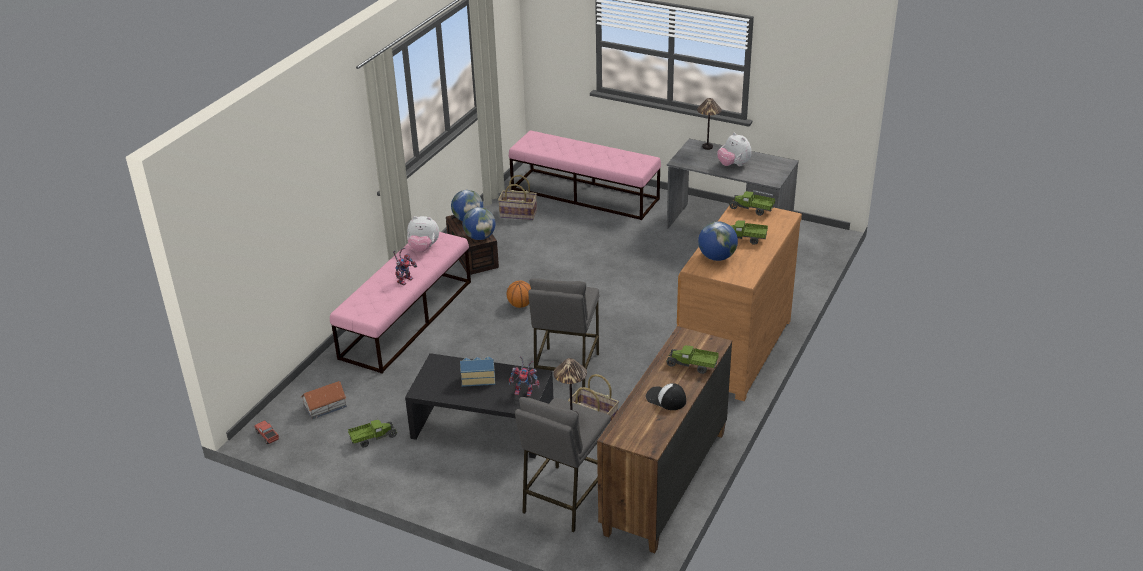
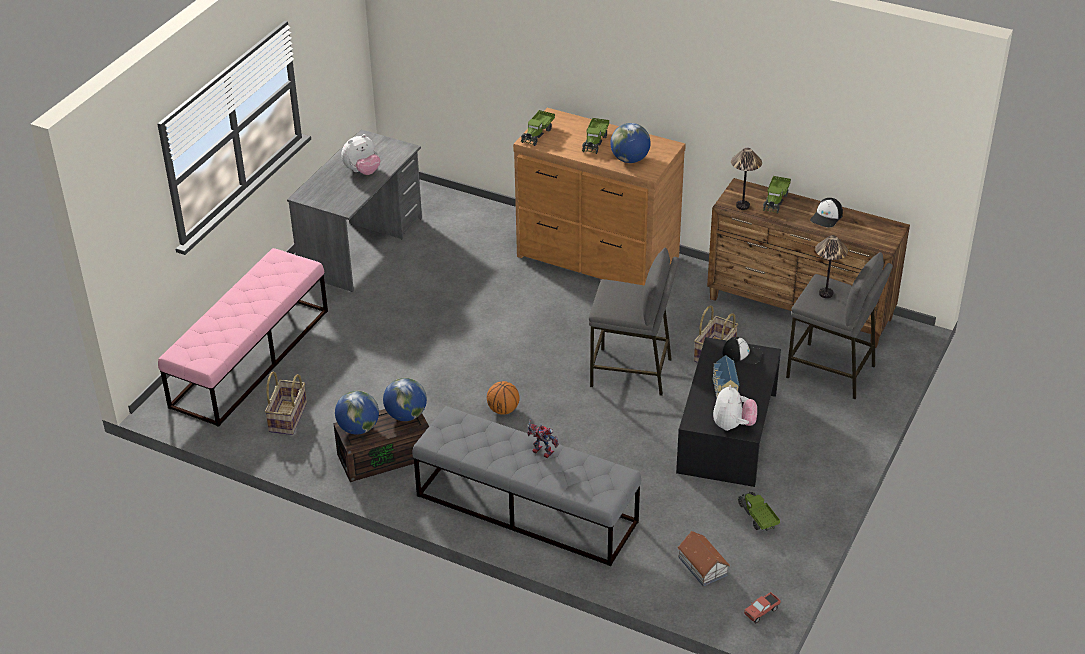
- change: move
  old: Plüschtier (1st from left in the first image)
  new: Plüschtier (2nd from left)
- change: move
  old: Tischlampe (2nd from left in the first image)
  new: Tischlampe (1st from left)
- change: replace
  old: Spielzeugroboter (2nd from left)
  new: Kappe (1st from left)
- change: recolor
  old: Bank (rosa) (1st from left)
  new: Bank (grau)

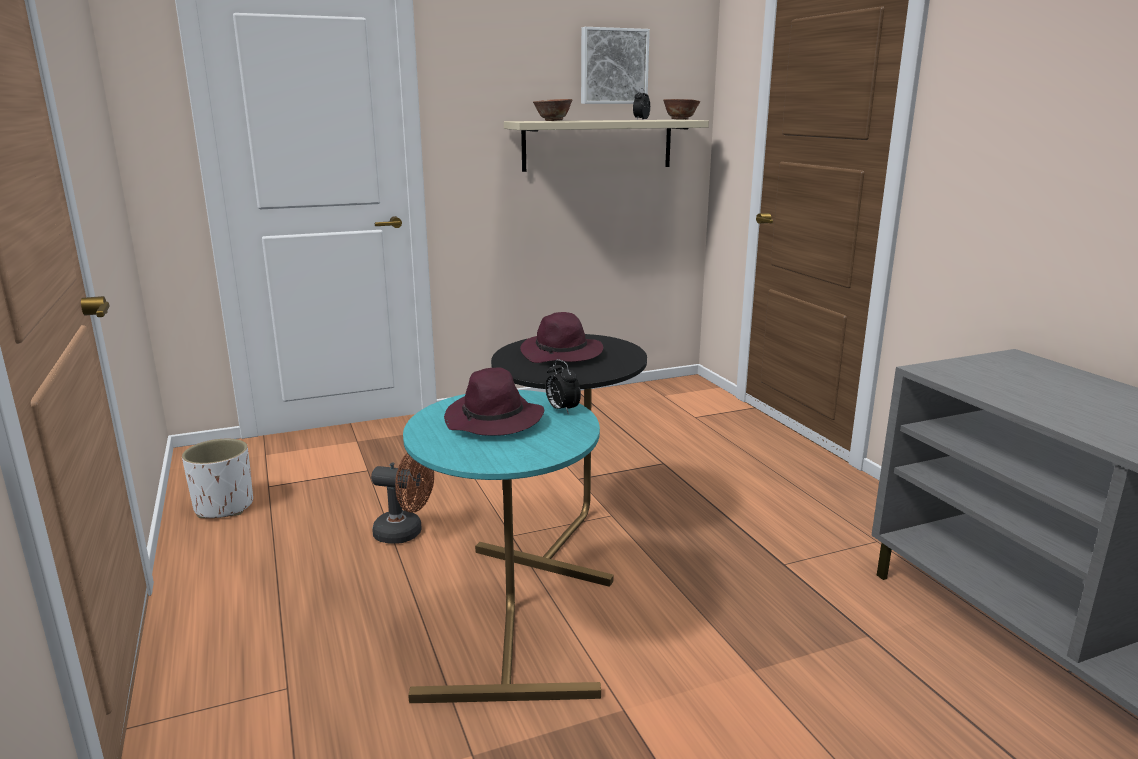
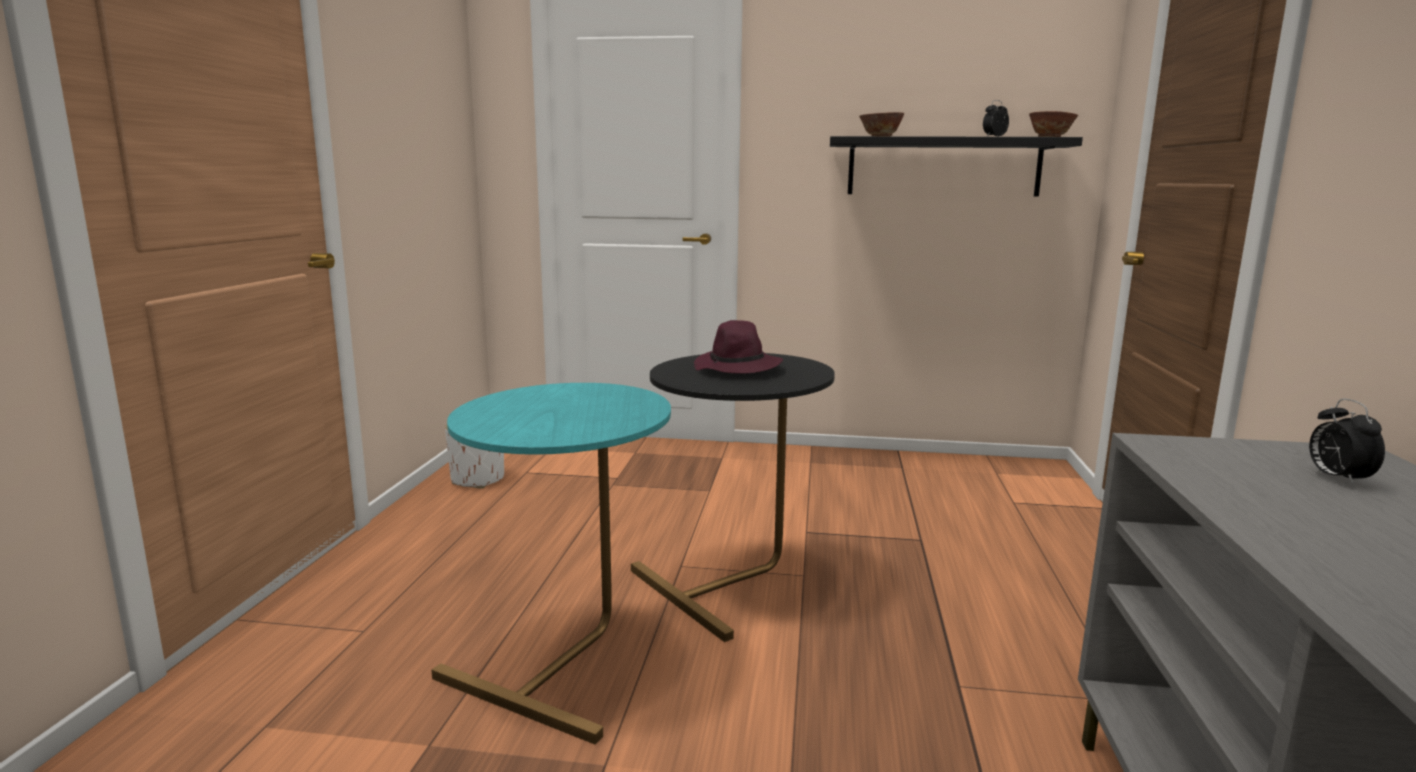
- change: delete
  old: Ventilator (braun)
- change: delete
  old: Hut (lila) (1st from left)
- change: delete
  old: Bild
- change: move
  old: Wecker (1st from left in the first image)
  new: Wecker (2nd from left)
- change: recolor
  old: Wandregal (beige)
  new: Wandregal (schwarz)

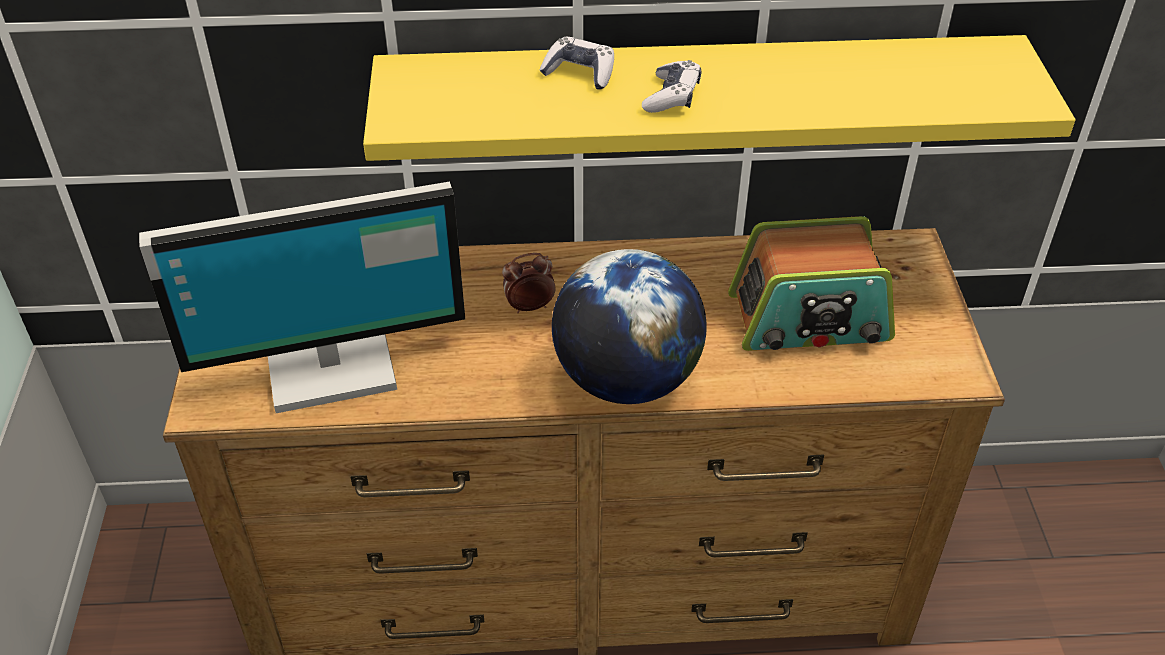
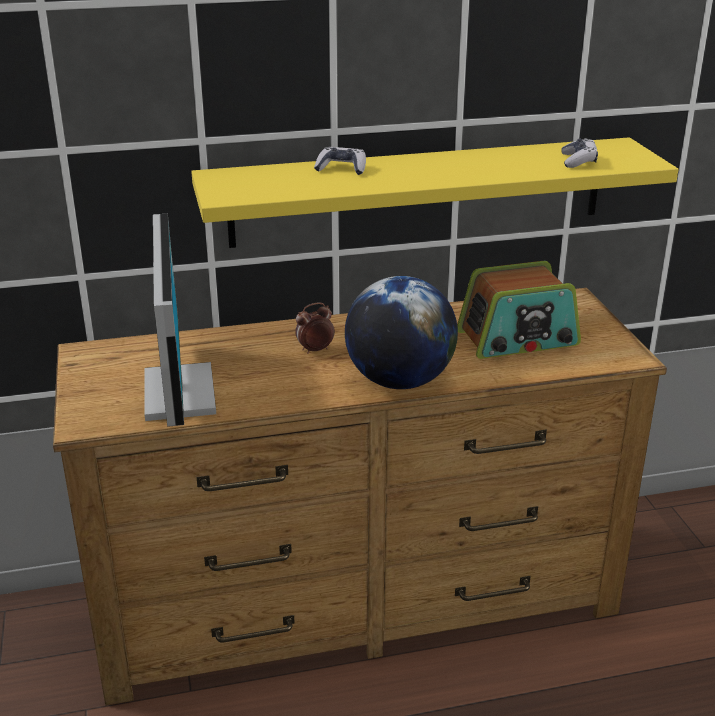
- change: move
  old: Gamepad (2nd from left)
- change: rotate
  old: Monitor
  degrees: -75

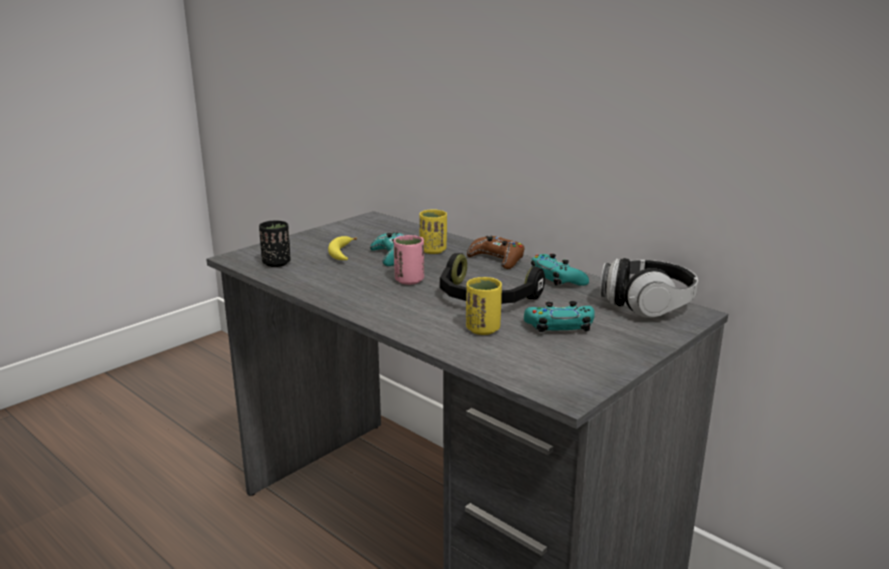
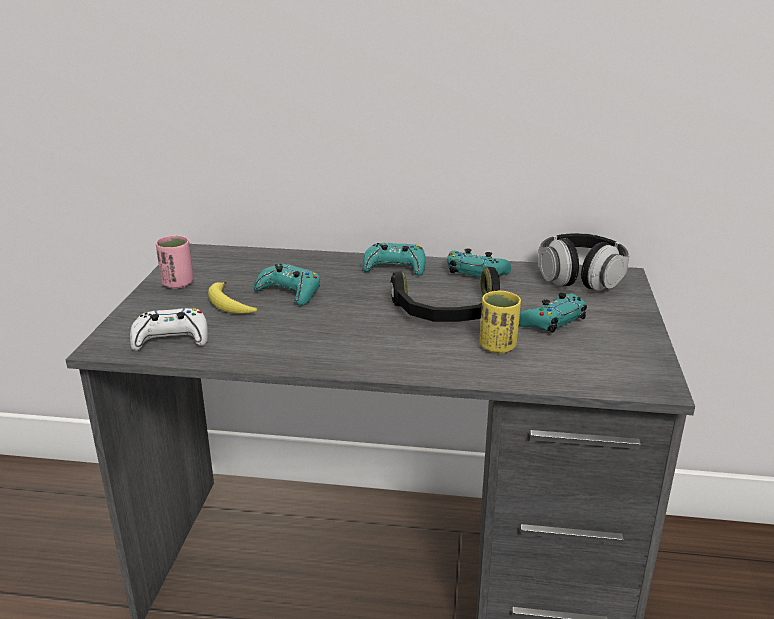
- change: delete
  old: Tasse (gelb) (1st from left)
- change: move
  old: Tasse (rosa)
- change: replace
  old: Tasse (schwarz)
  new: Gamepad (weiß)
- change: recolor
  old: Gamepad (braun)
  new: Gamepad (türkis) (2nd from left)

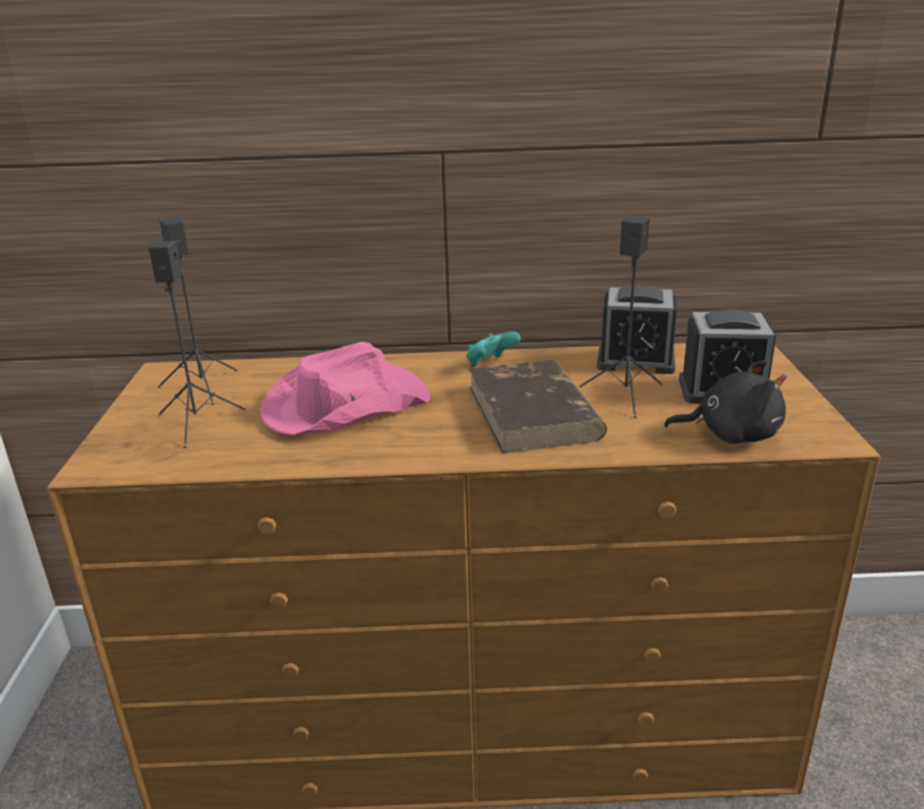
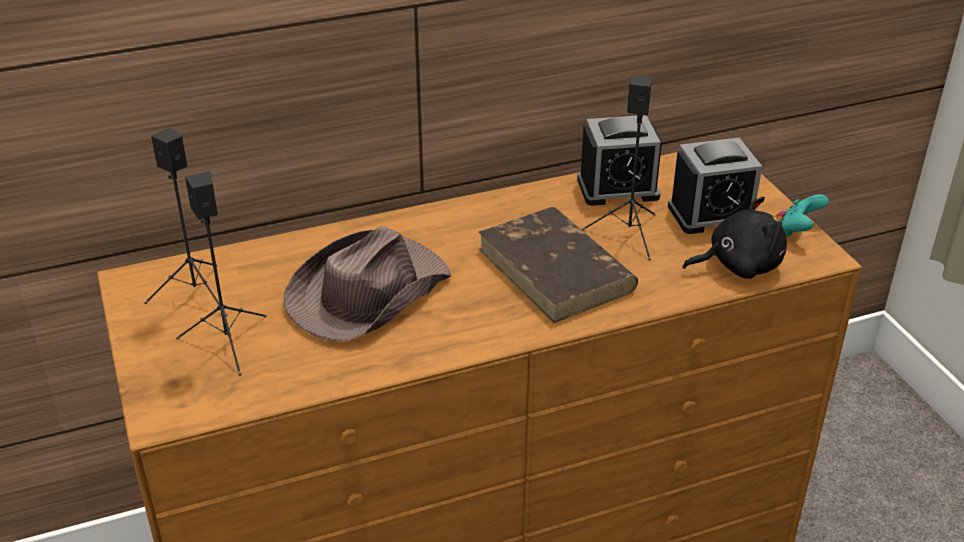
- change: move
  old: Gamepad (türkis)
- change: recolor
  old: Hut (rosa)
  new: Hut (braun)

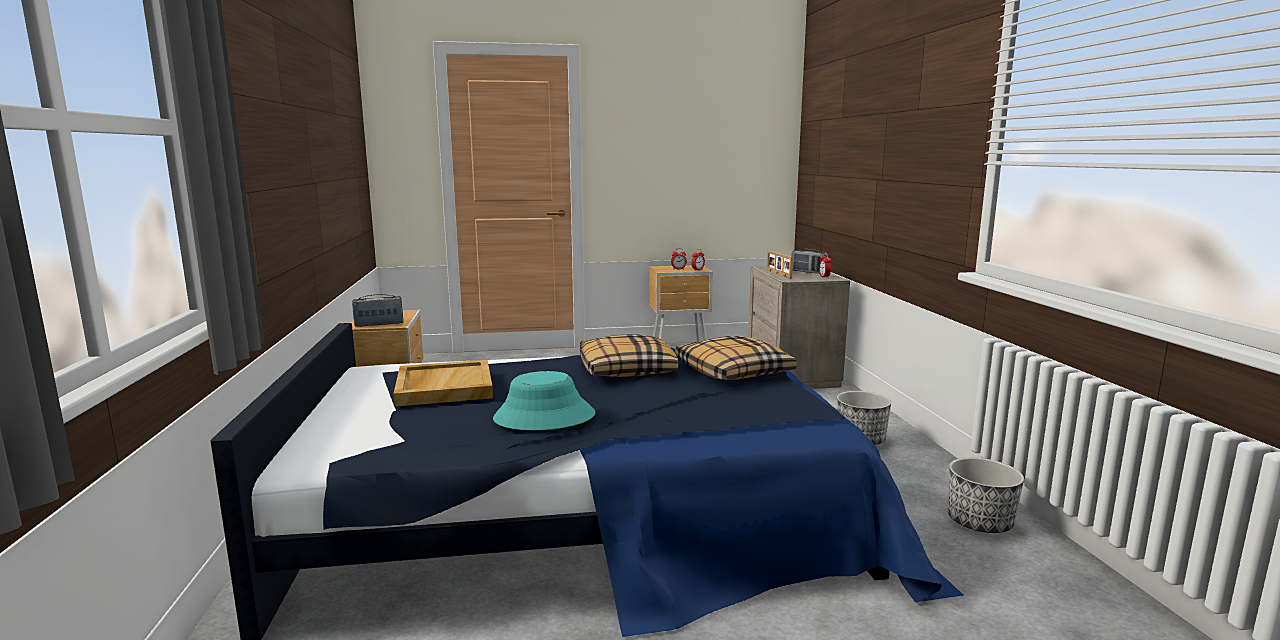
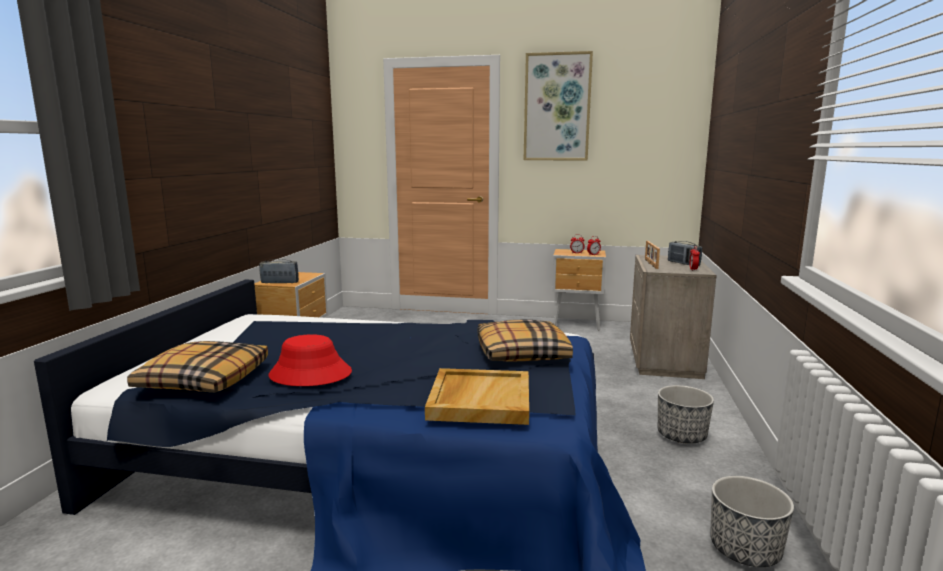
- change: insert
  new: Bild
- change: move
  old: Tablett (beige)
- change: move
  old: Kissen (1st from left)
- change: recolor
  old: Hut (türkis)
  new: Hut (rot)

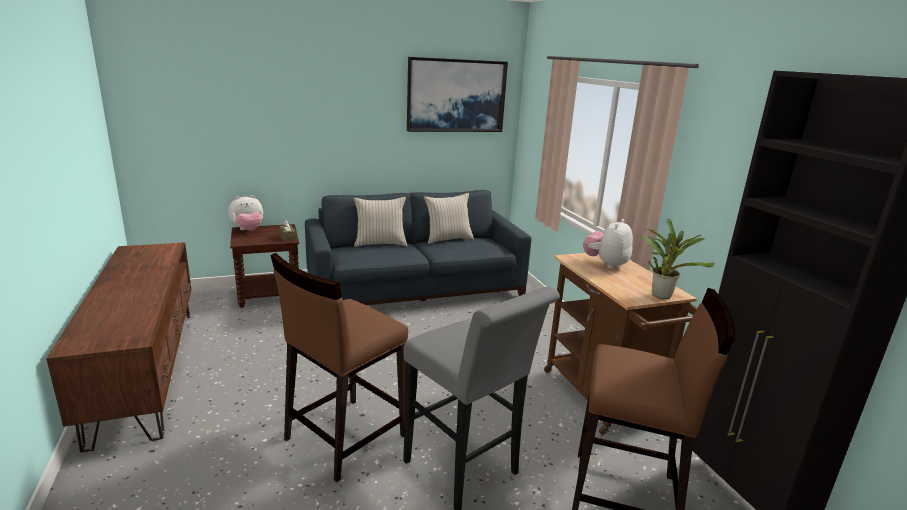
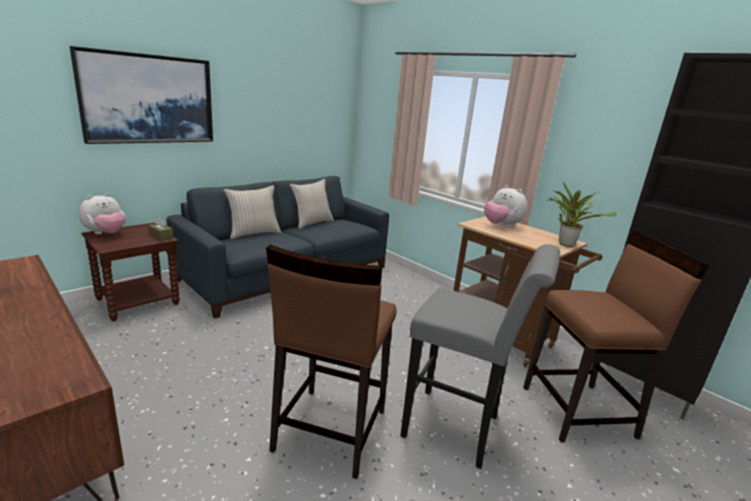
- change: move
  old: Bild
- change: rotate
  old: Plüschtier (2nd from left)
  degrees: -45

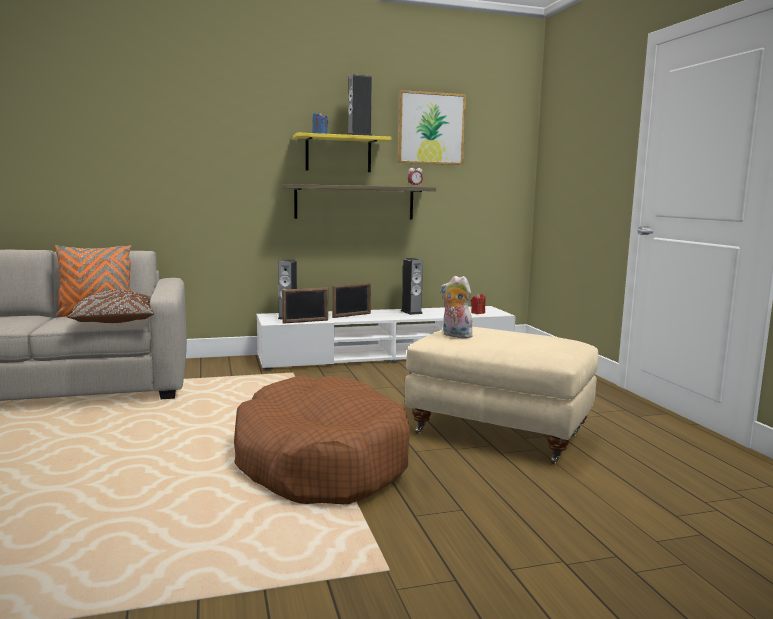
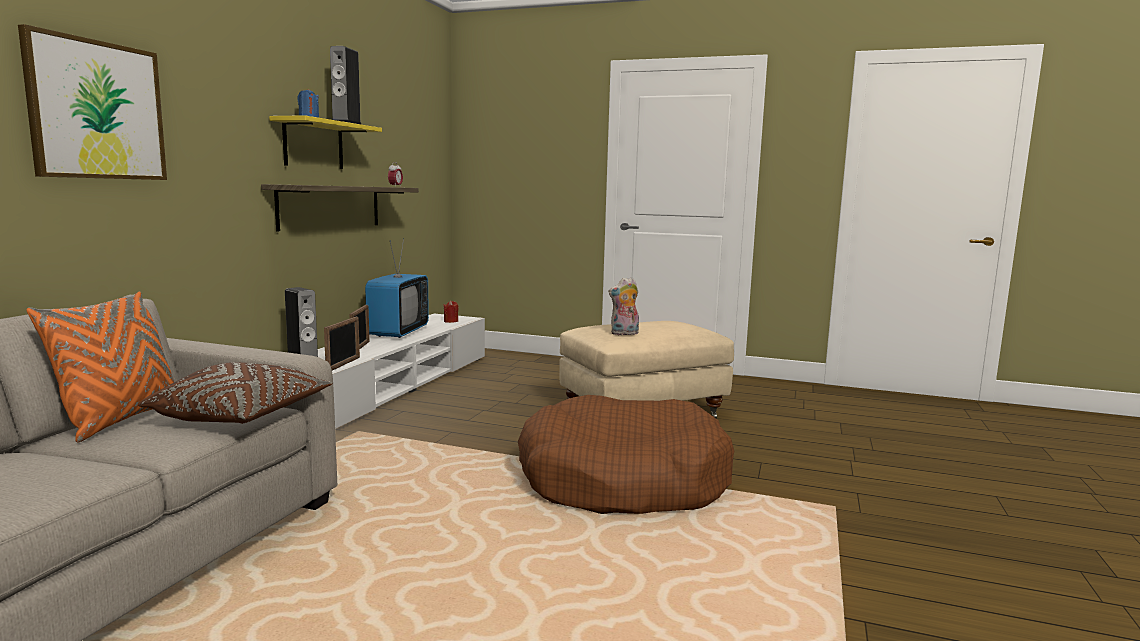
- change: move
  old: Bild
- change: replace
  old: Lautsprecher (3rd from left)
  new: Fernseher

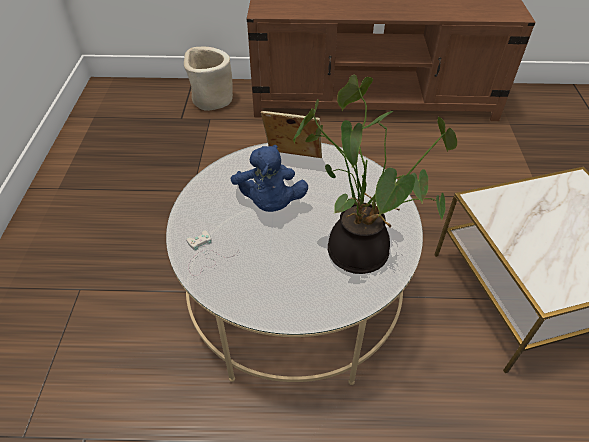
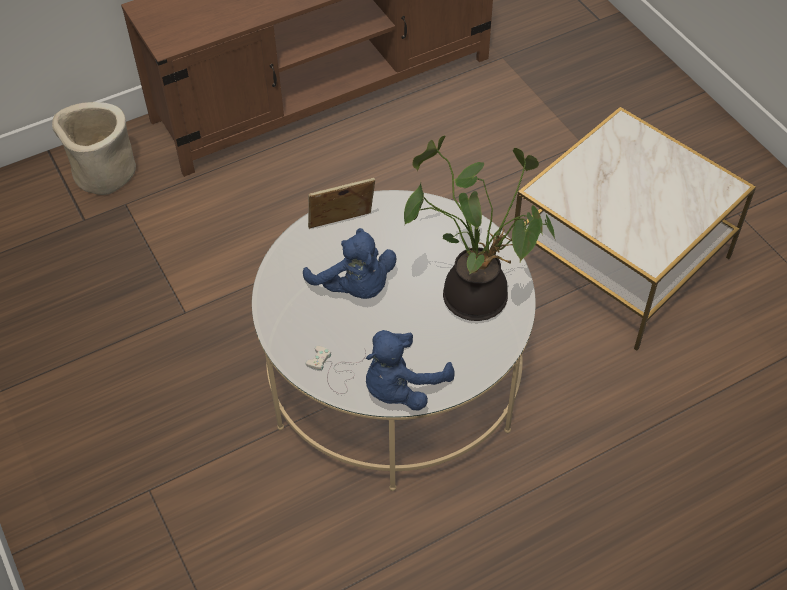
- change: insert
  new: Plüschtier (blau) (2nd from left)

